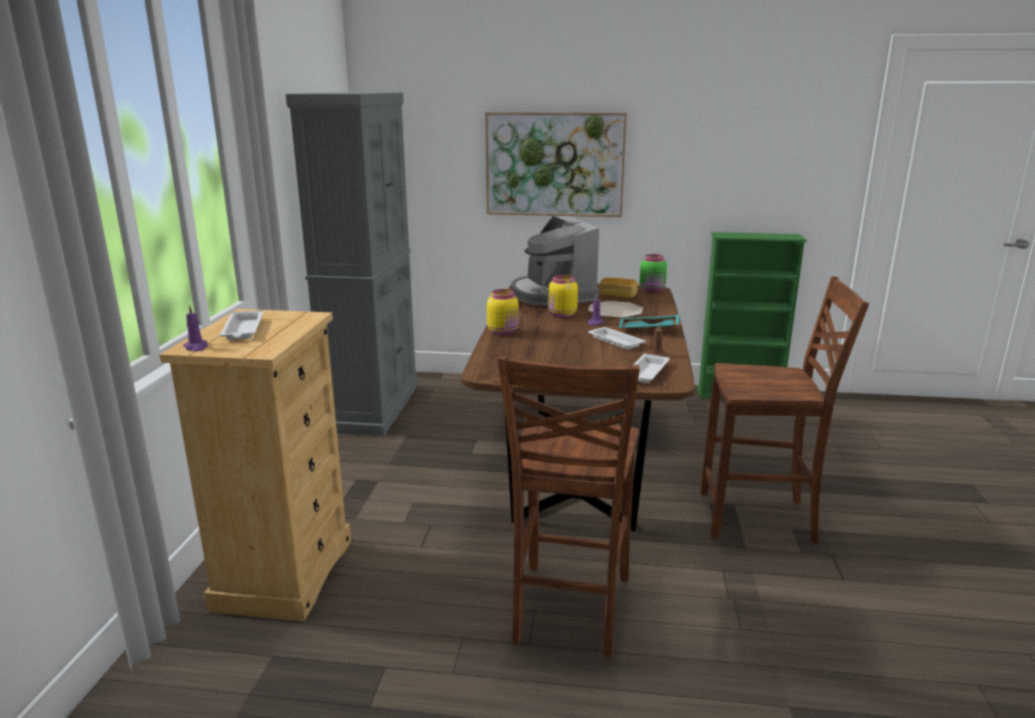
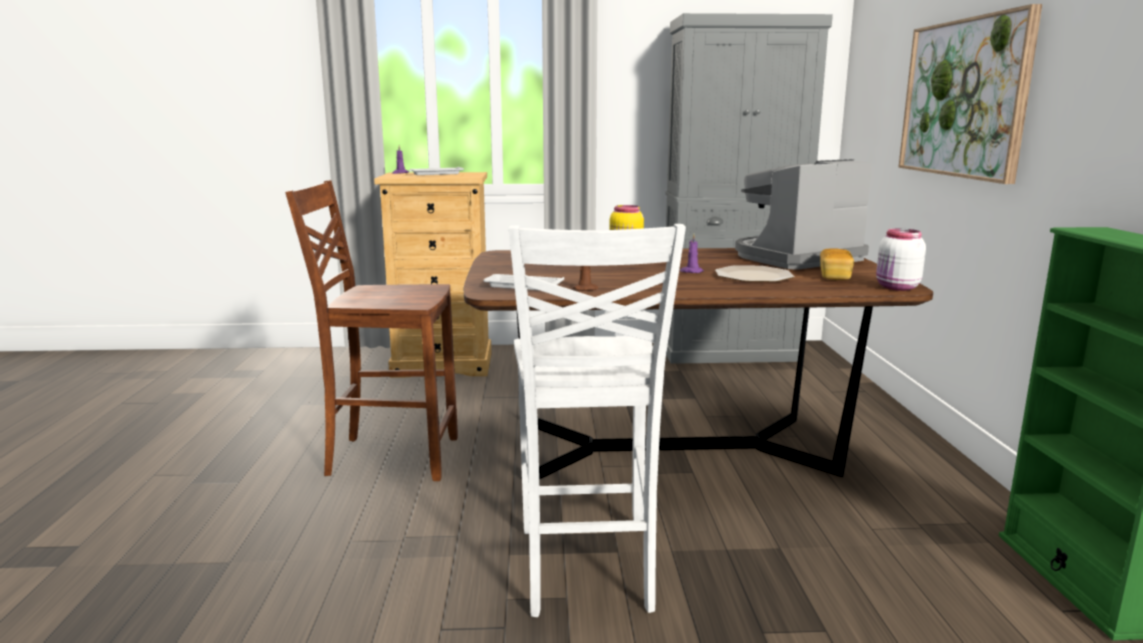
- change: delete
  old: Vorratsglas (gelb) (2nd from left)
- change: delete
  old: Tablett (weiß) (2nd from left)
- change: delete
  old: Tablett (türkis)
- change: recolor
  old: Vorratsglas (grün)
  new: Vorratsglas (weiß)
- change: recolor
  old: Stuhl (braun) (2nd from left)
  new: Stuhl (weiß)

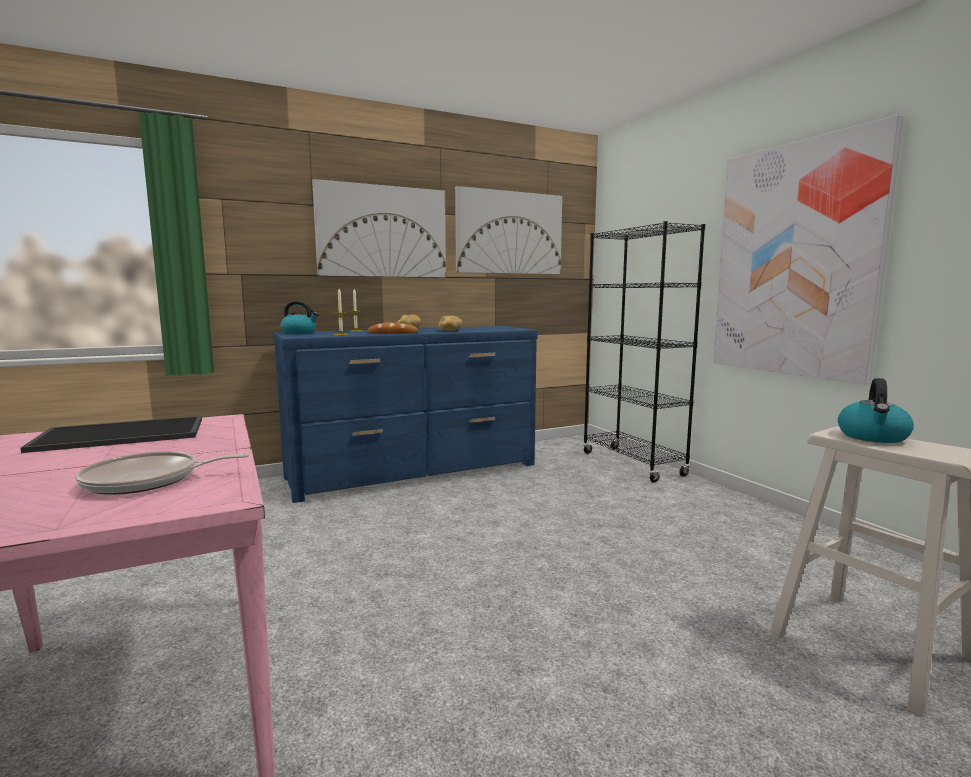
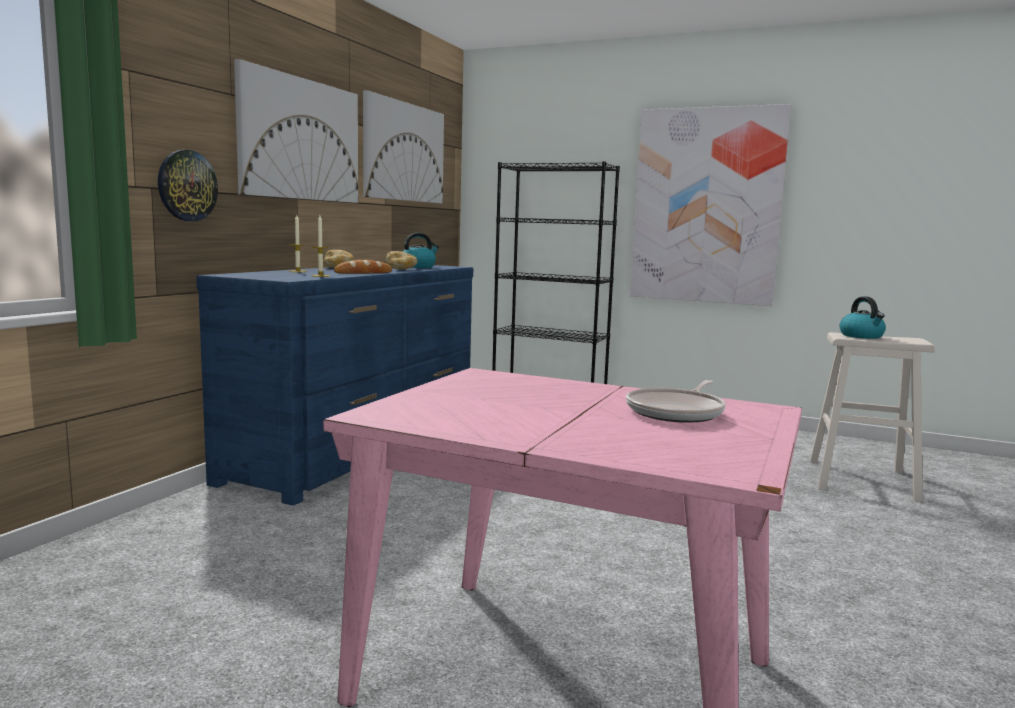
- change: delete
  old: Tablett
- change: insert
  new: Wanduhr
- change: move
  old: Wasserkessel (1st from left)

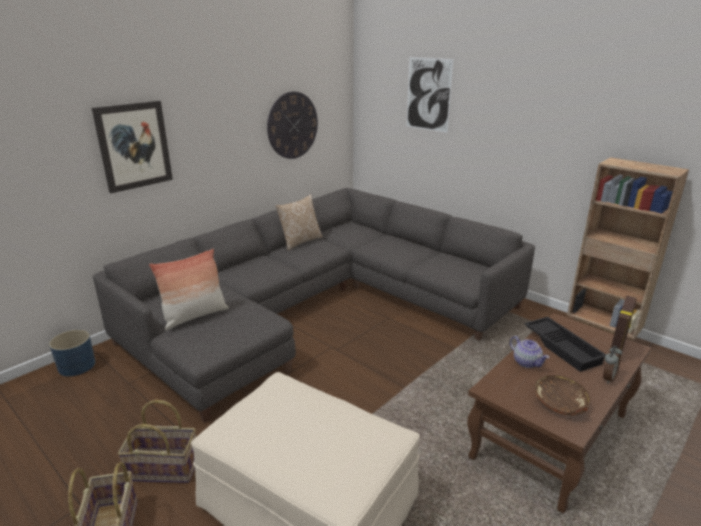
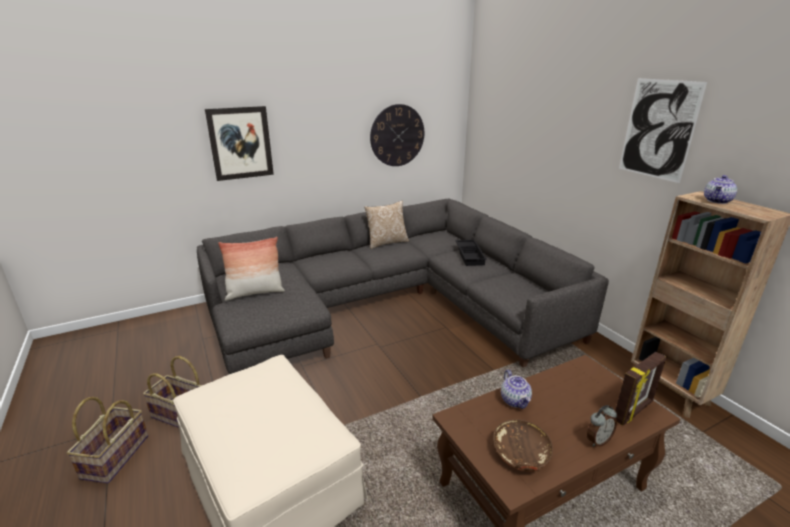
- change: delete
  old: Pflanzkübel (blau)
- change: insert
  new: Teekanne (2nd from left)
- change: move
  old: Bild (2nd from left)
- change: move
  old: Tablett (schwarz)

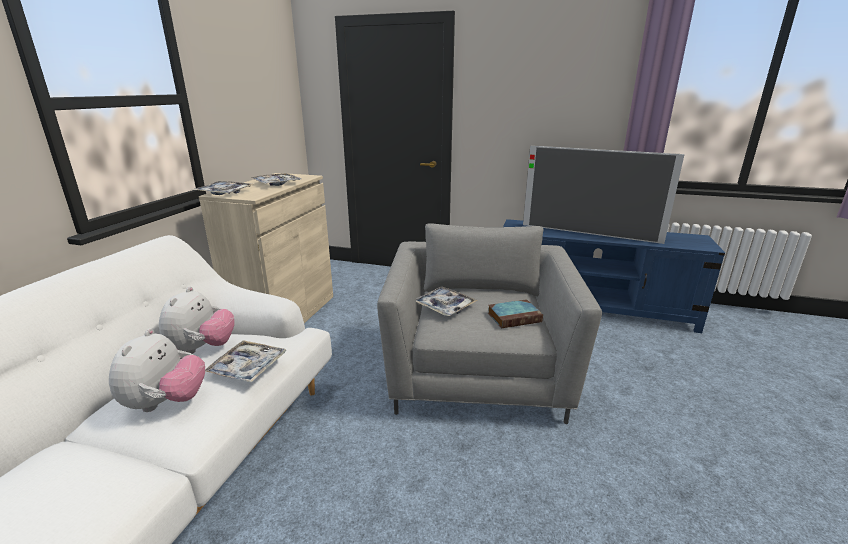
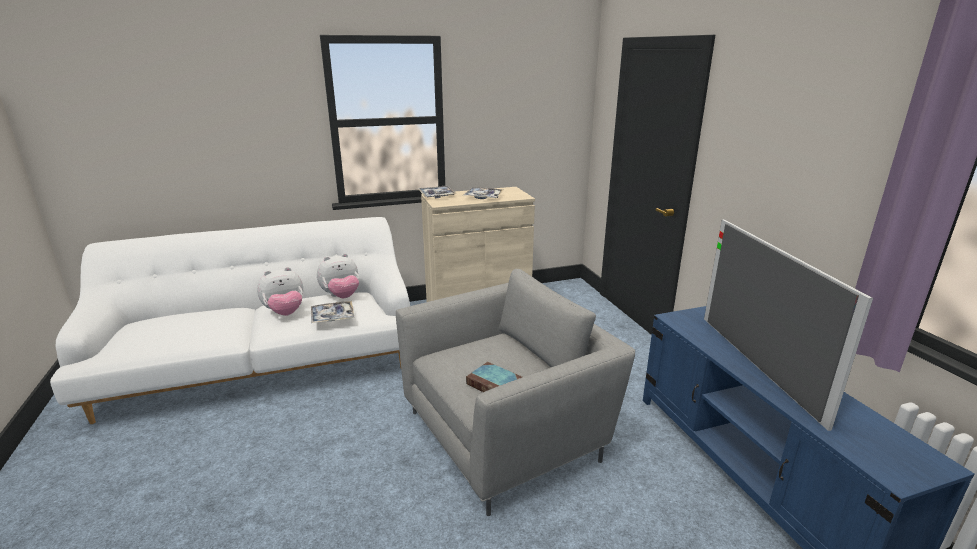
- change: delete
  old: Tablett (4th from left)

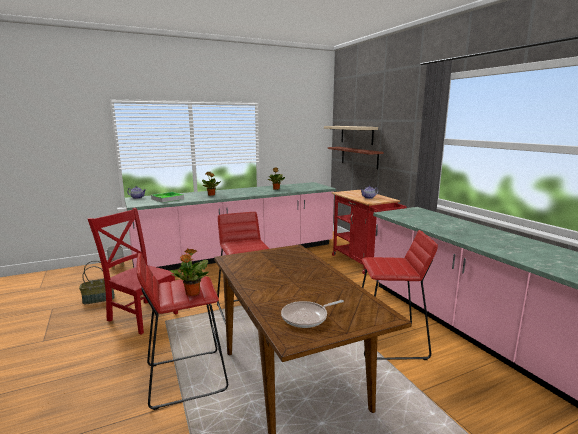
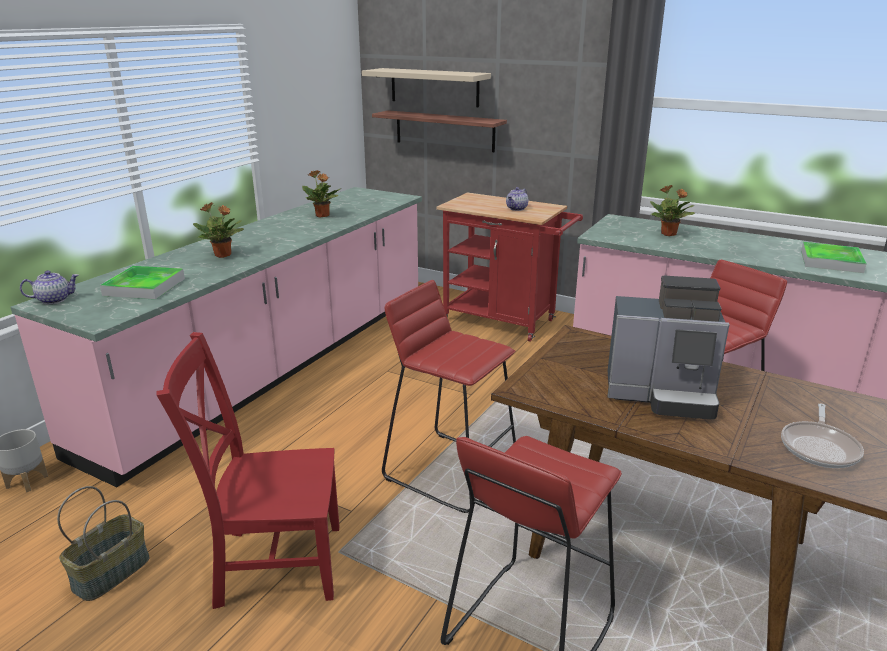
- change: insert
  new: Kaffeemaschine
- change: insert
  new: Tablett (2nd from left)
- change: move
  old: Topfpflanze (1st from left in the first image)
  new: Topfpflanze (3rd from left)

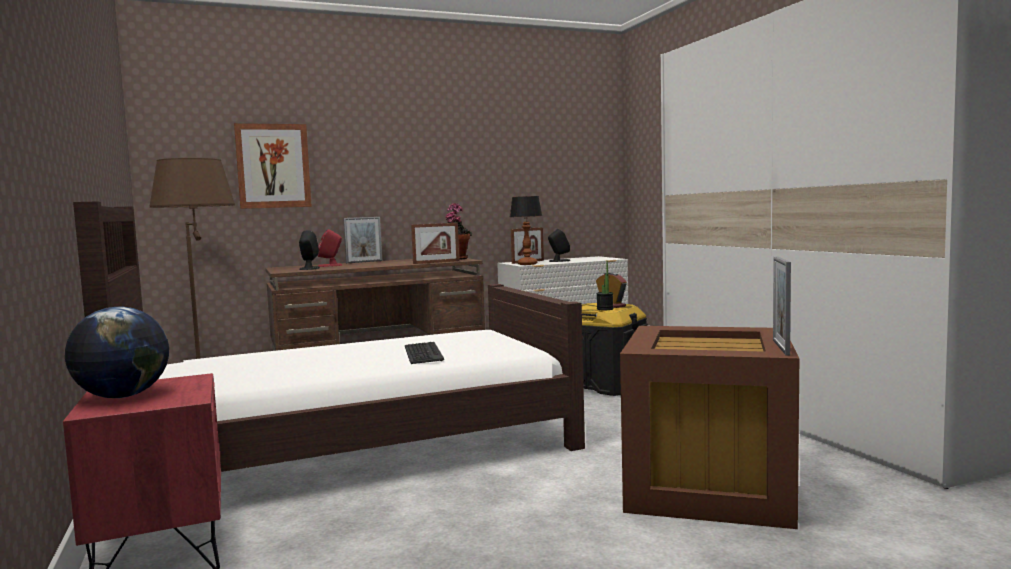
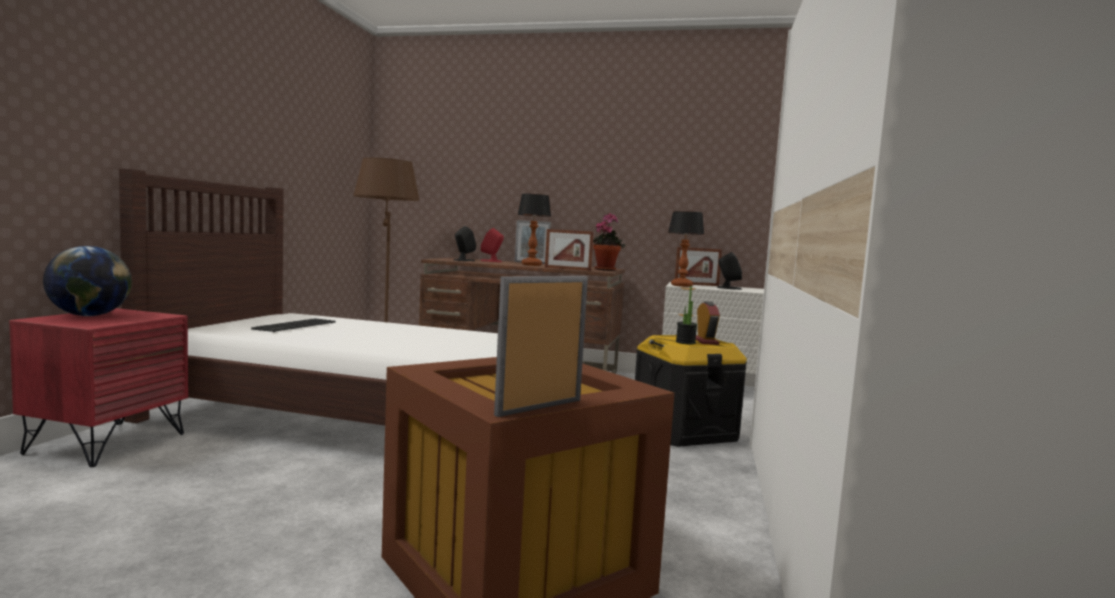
- change: delete
  old: Bild
- change: insert
  new: Tischlampe (1st from left)
- change: move
  old: Tastatur

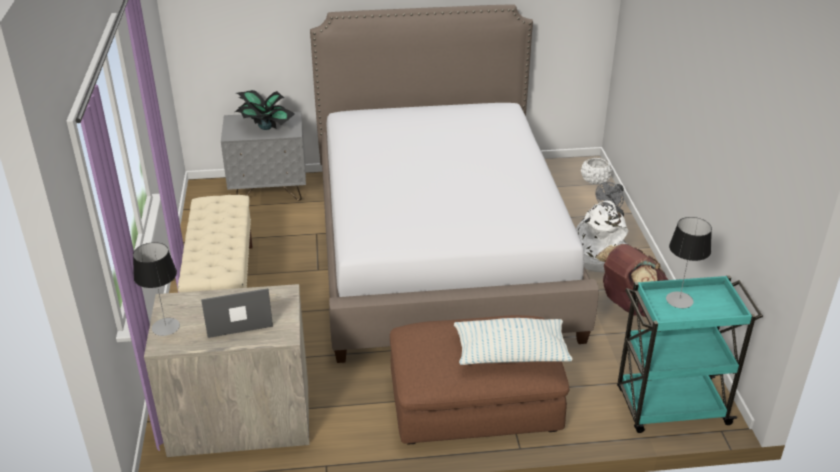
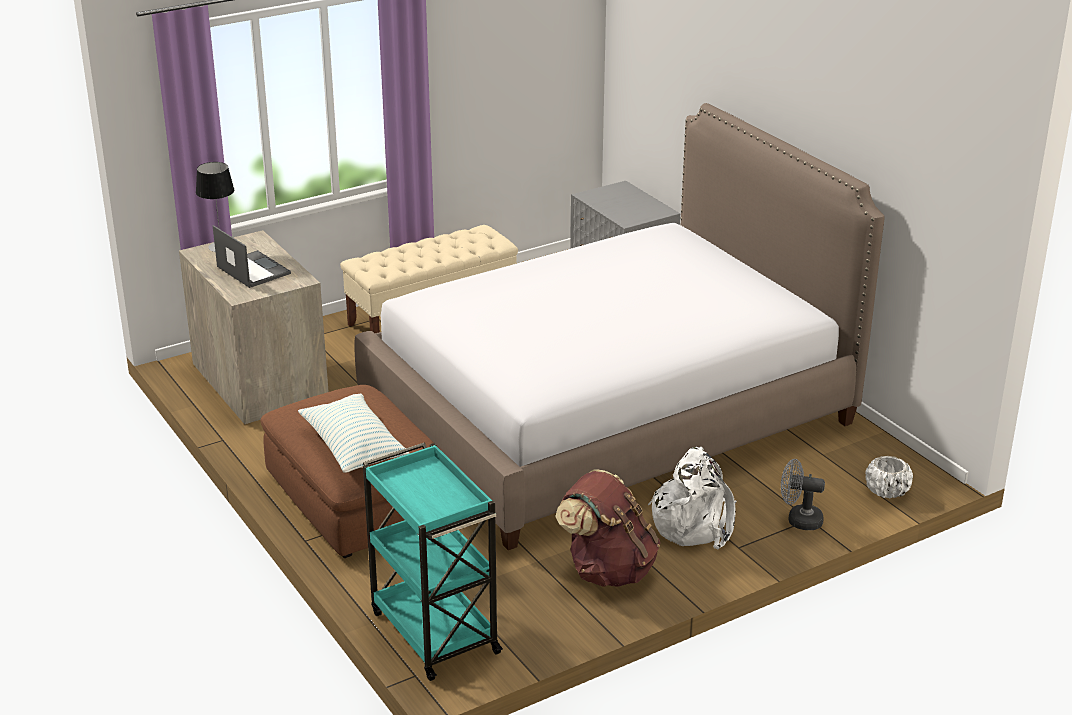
- change: delete
  old: Topfpflanze
- change: delete
  old: Tischlampe (2nd from left)

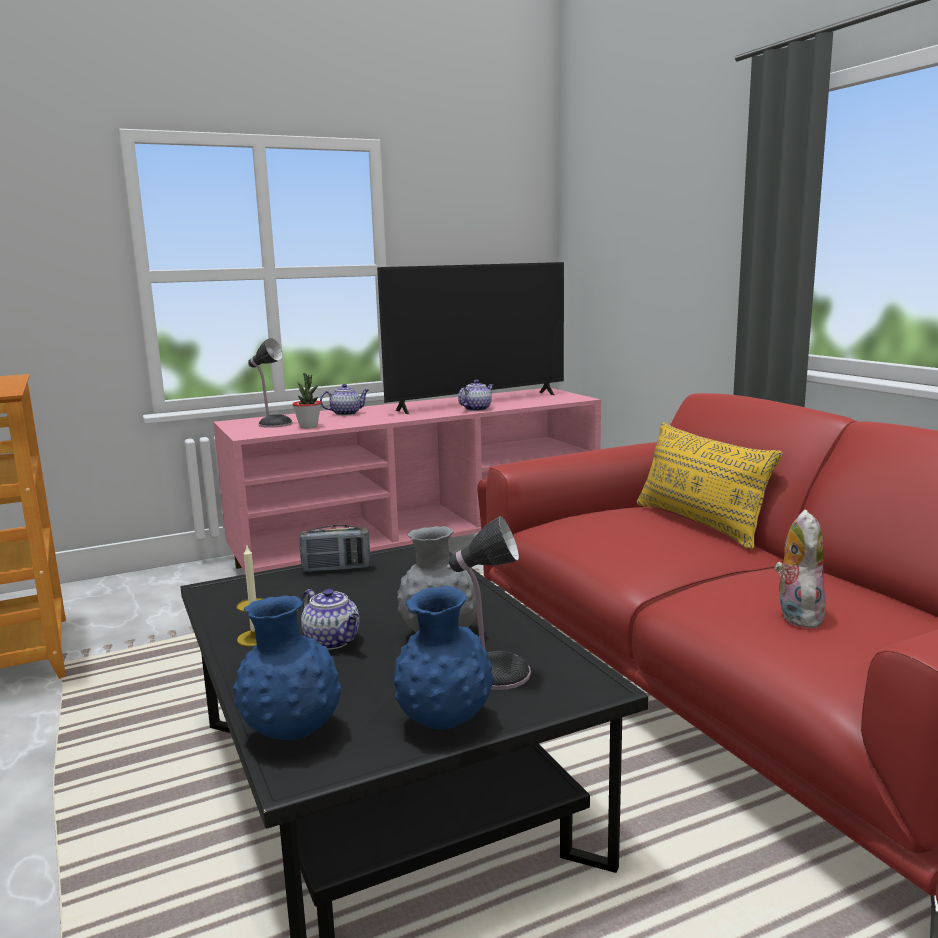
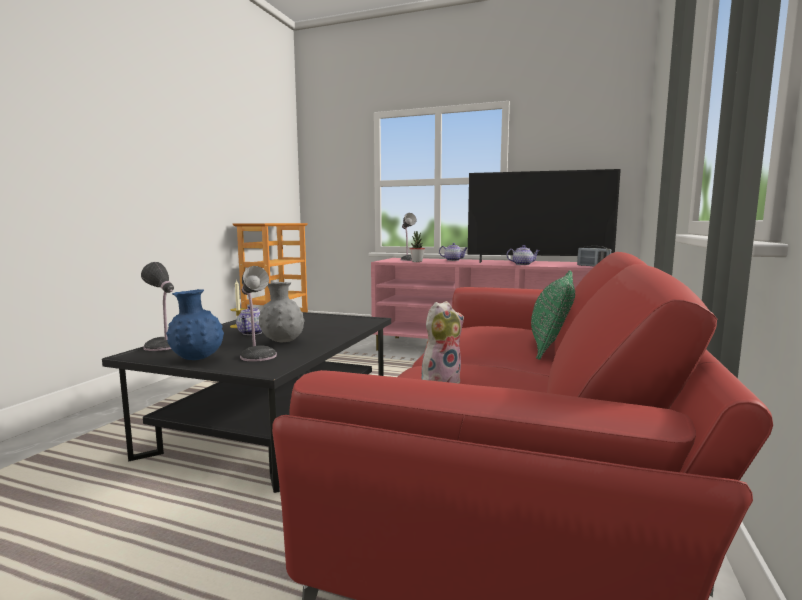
- change: move
  old: Radio
- change: replace
  old: Vase (blau) (1st from left)
  new: Tischlampe (1st from left)
- change: recolor
  old: Kissen (gelb)
  new: Kissen (grün)

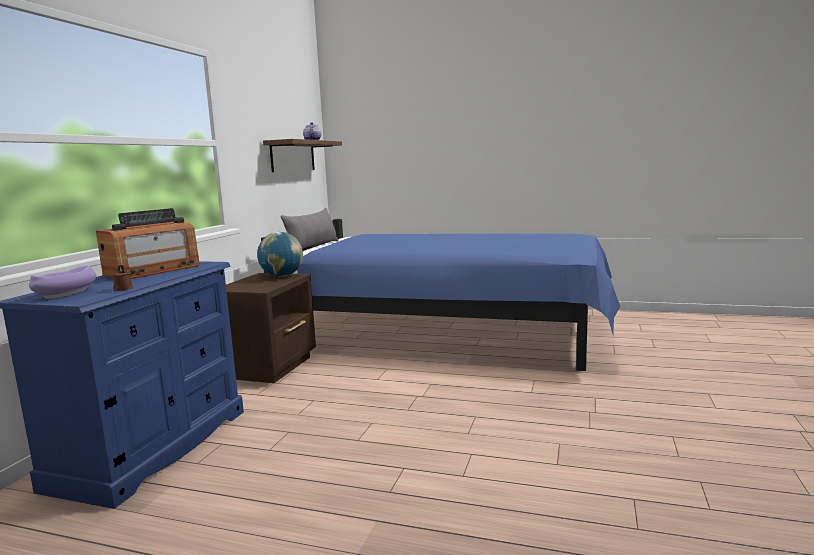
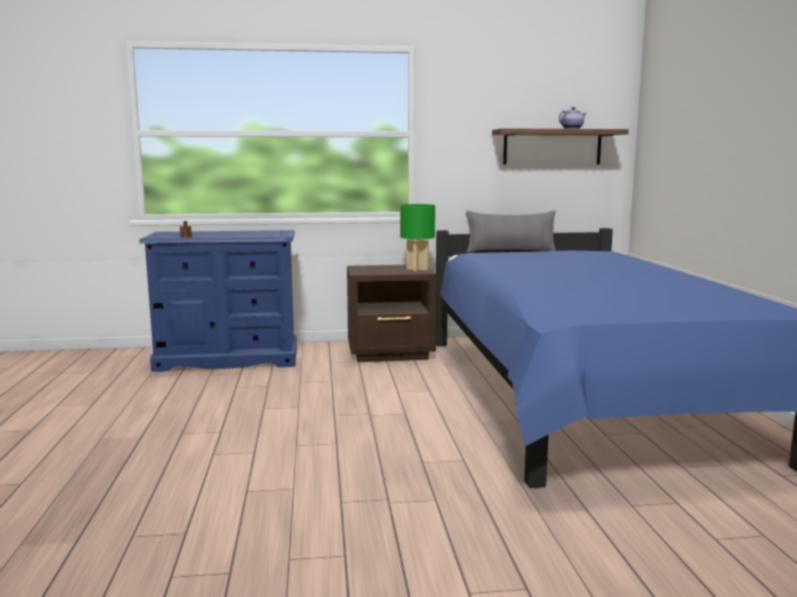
- change: delete
  old: Schüssel (lila)
- change: delete
  old: Radio
- change: replace
  old: Globus
  new: Tischlampe (grün)

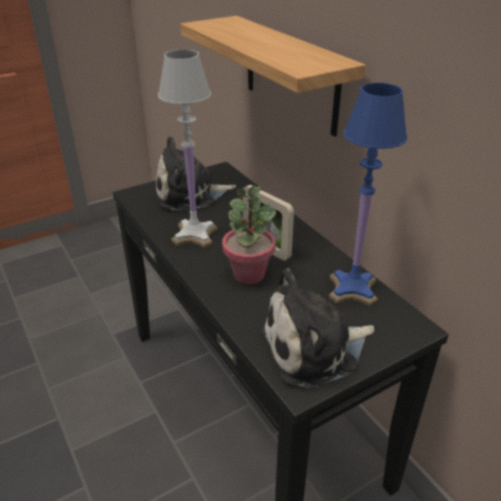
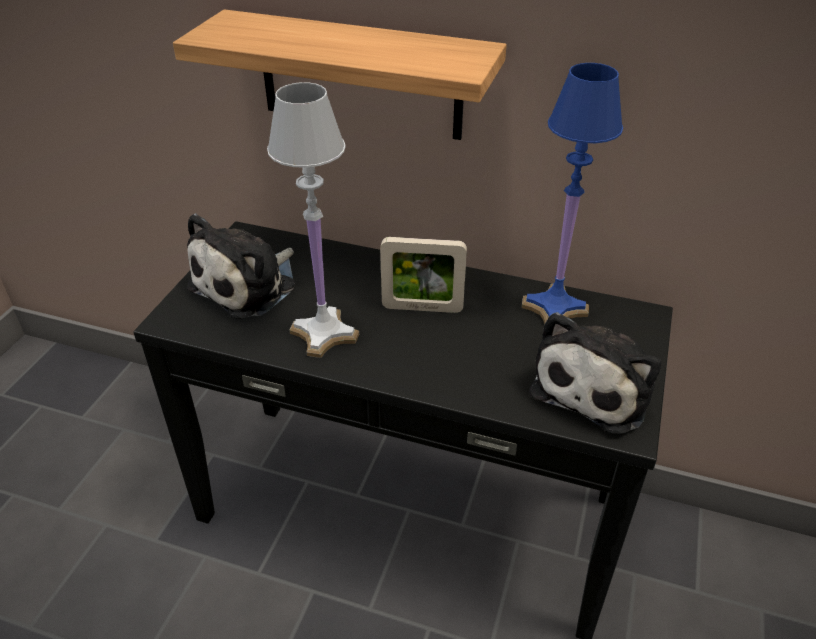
- change: delete
  old: Topfpflanze

